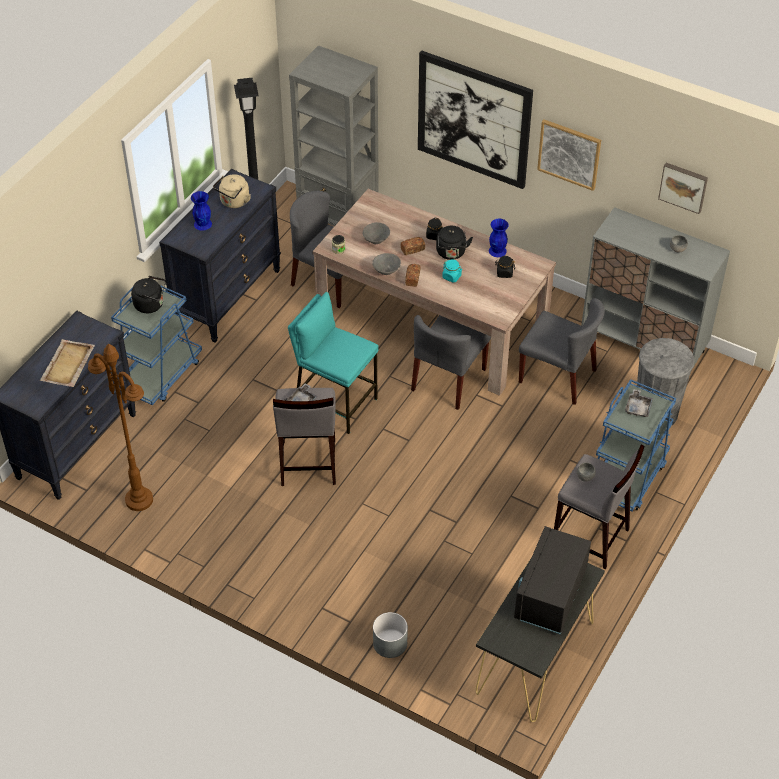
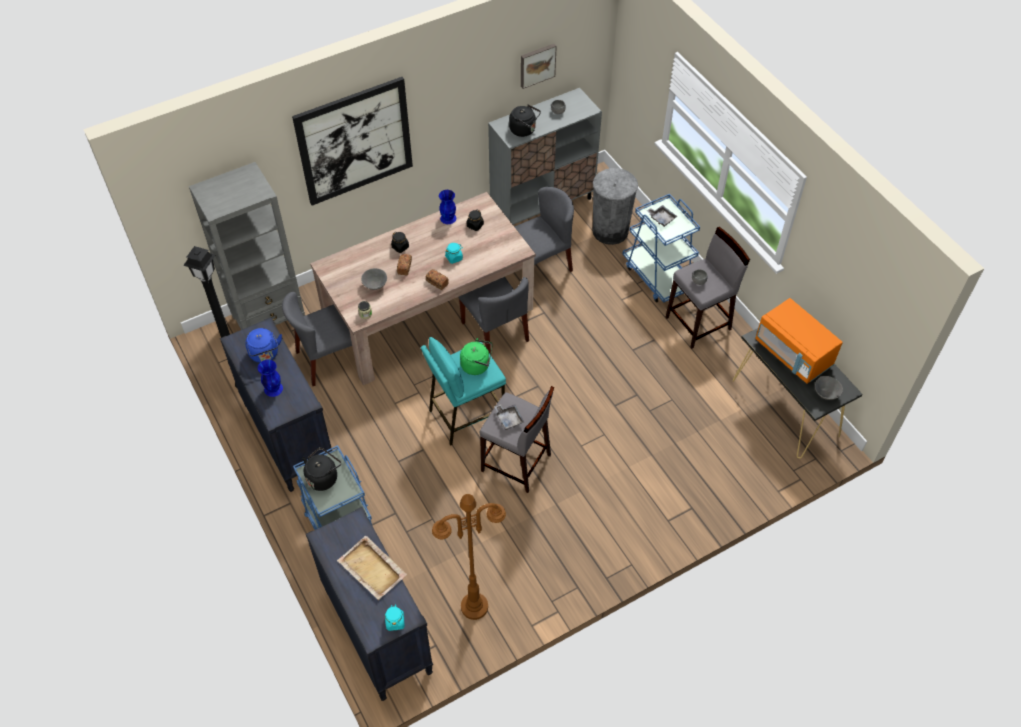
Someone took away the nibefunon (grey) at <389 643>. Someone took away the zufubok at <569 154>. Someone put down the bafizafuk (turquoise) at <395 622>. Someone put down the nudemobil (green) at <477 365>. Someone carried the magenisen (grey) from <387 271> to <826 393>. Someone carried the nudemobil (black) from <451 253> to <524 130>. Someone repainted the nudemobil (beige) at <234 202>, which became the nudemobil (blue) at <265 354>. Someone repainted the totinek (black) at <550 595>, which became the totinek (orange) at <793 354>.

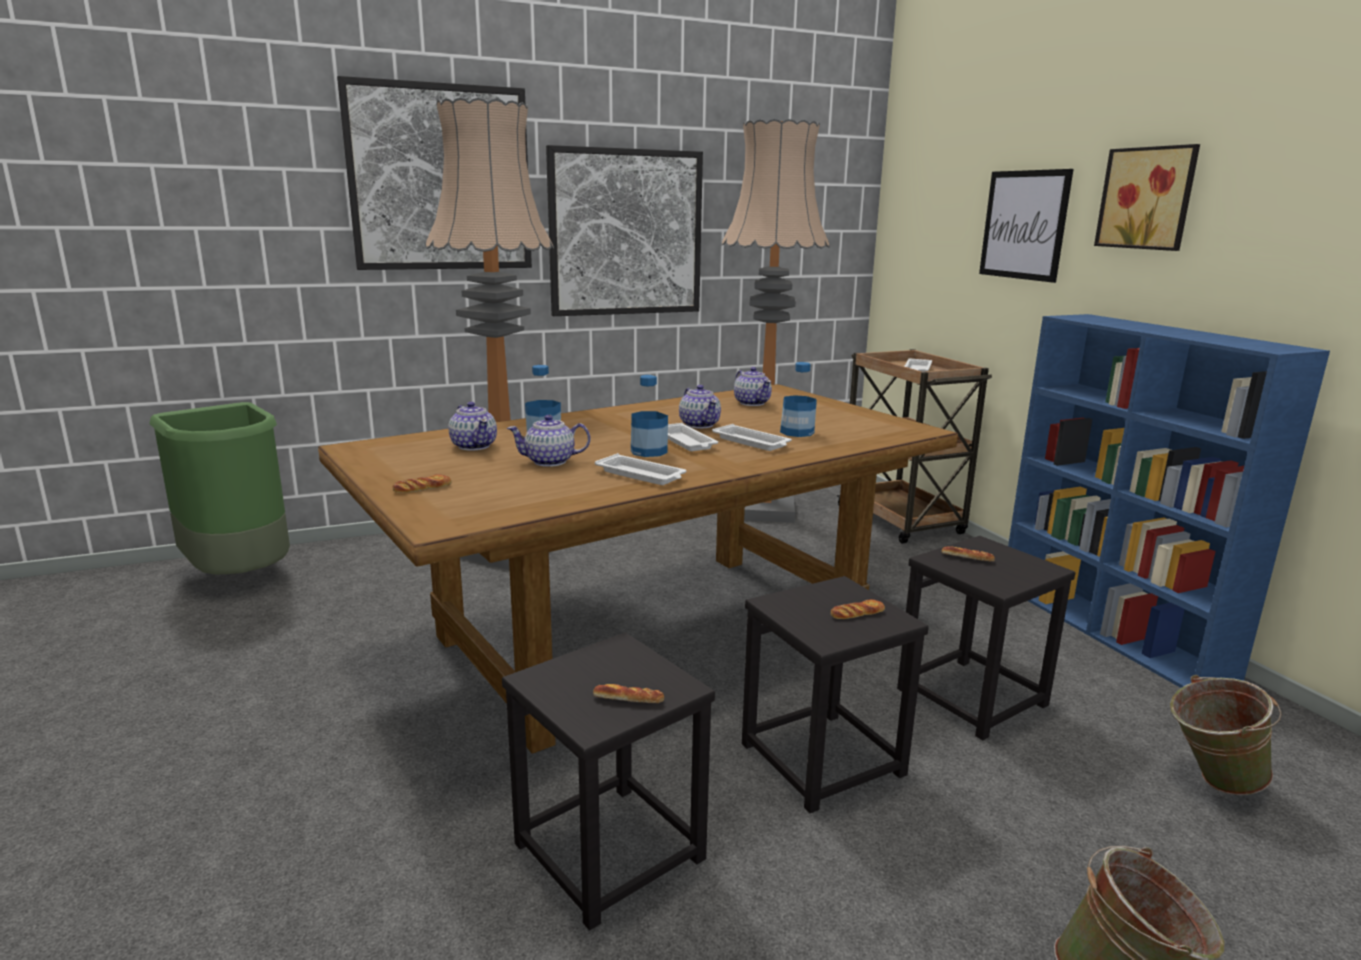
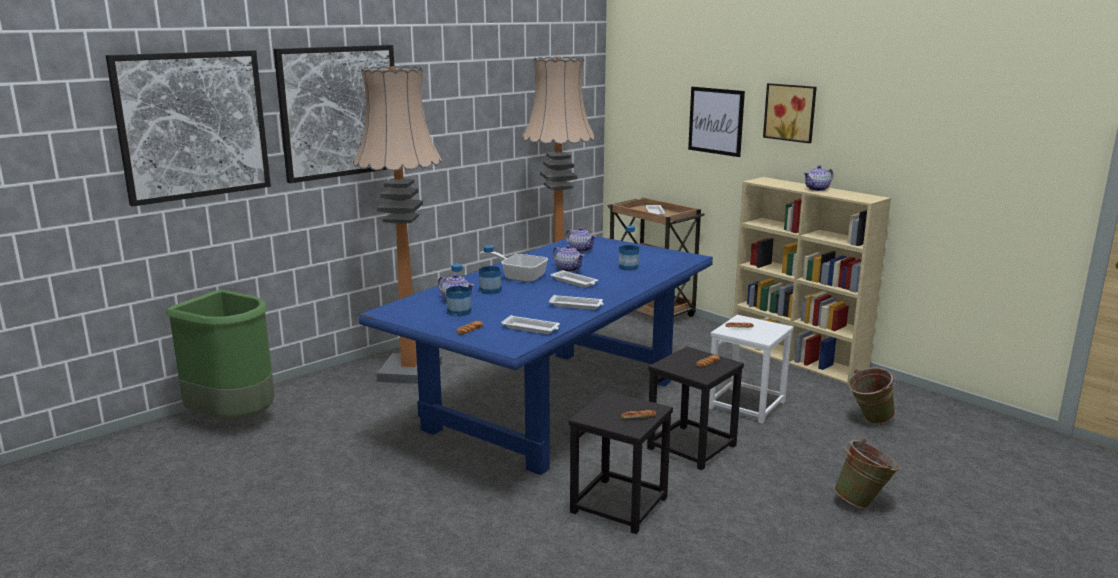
Someone put down the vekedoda at <519 277>. Someone carried the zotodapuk from <550 461> to <817 189>. Someone carried the zufubok from <626 233> to <193 125>. Someone carried the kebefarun from <648 451> to <459 312>. Someone carried the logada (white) from <752 442> to <531 328>. Someone repainted the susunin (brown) at <653 633>, which became the susunin (blue) at <553 404>. Someone repainted the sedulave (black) at <972 698>, which became the sedulave (white) at <747 405>. Someone repainted the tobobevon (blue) at <1112 630>, which became the tobobevon (beige) at <798 359>.

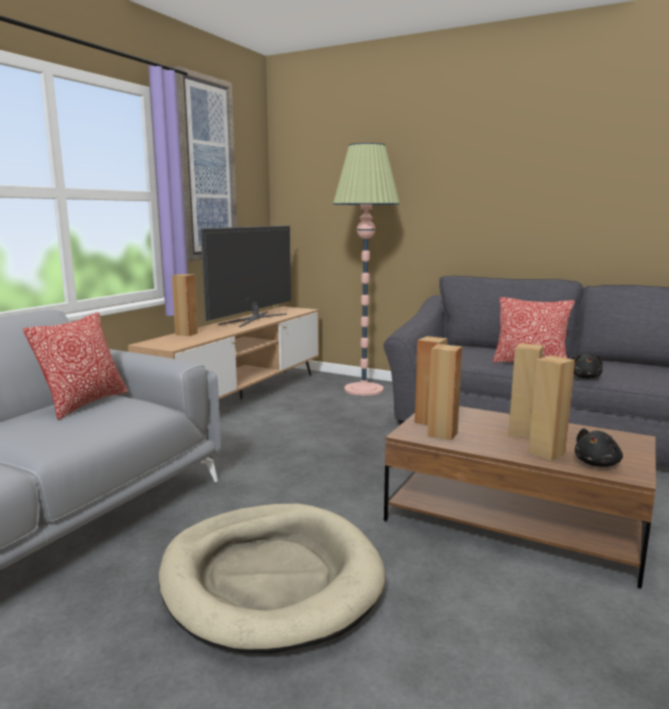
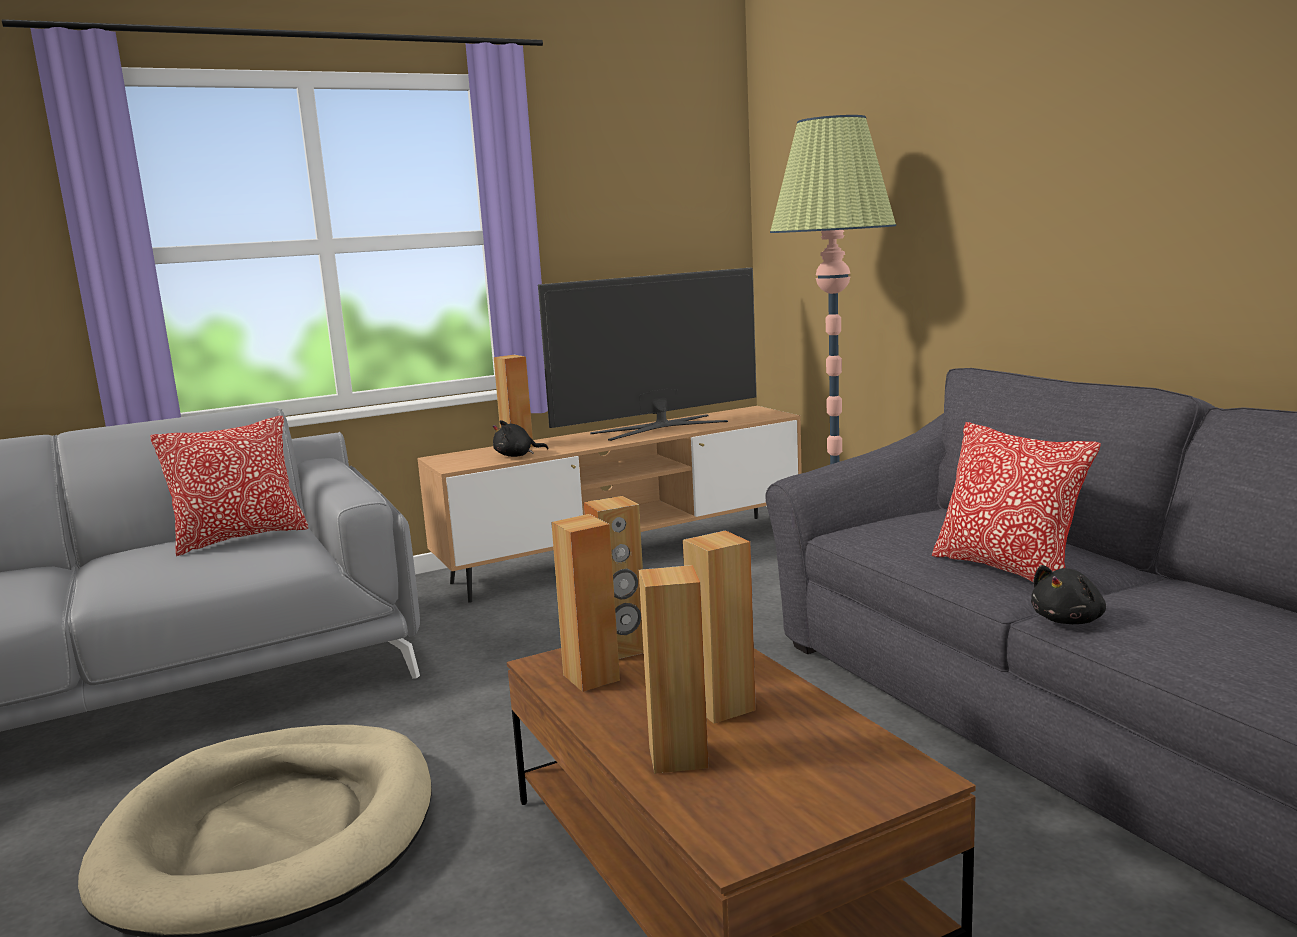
Someone took away the zufubok at <206 170>. Someone carried the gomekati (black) from <597 463> to <516 456>.

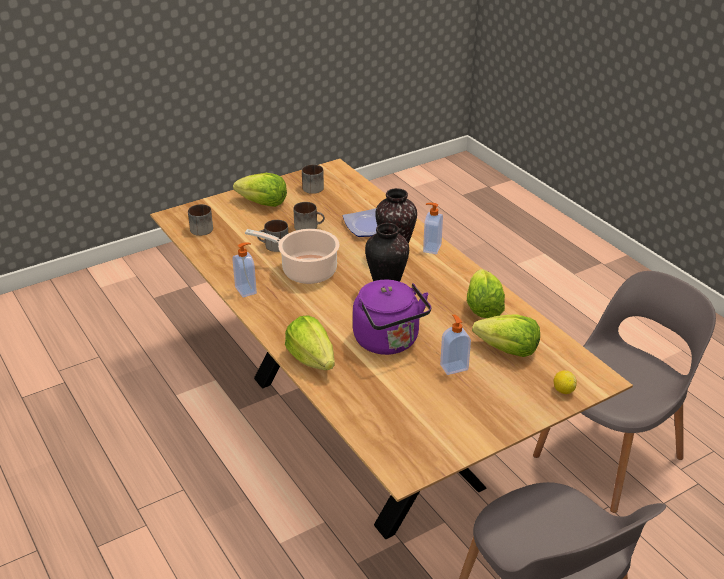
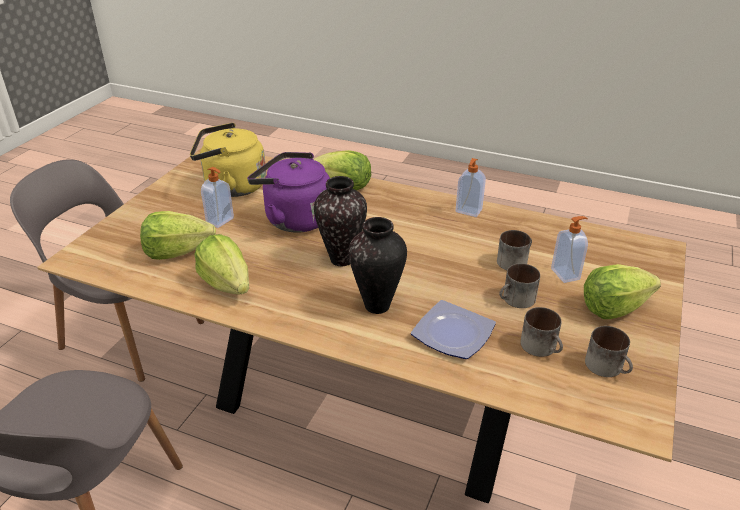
Someone took away the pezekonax at <305 271>. Someone took away the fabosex at <563 390>. Someone put down the nudemobil (yellow) at <231 186>. Someone carried the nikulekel from <201 227> to <542 347>. Someone carried the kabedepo from <431 248> to <566 274>.

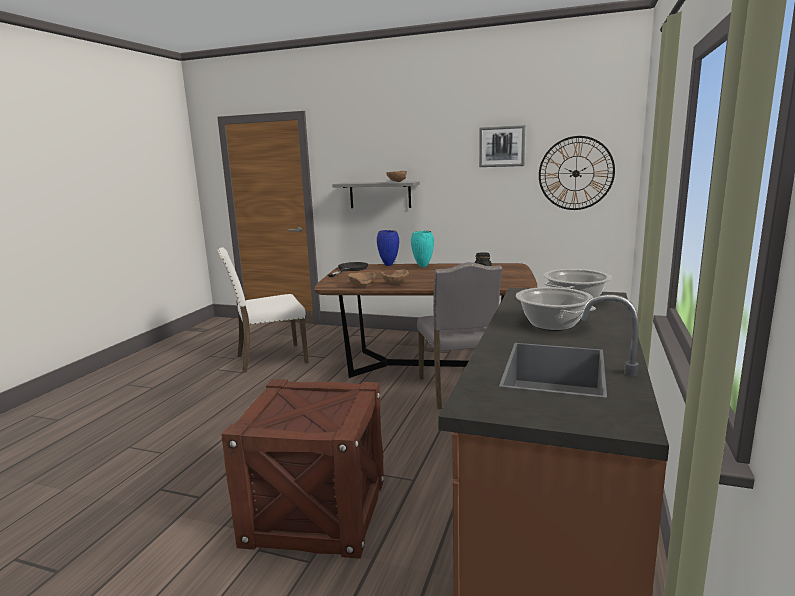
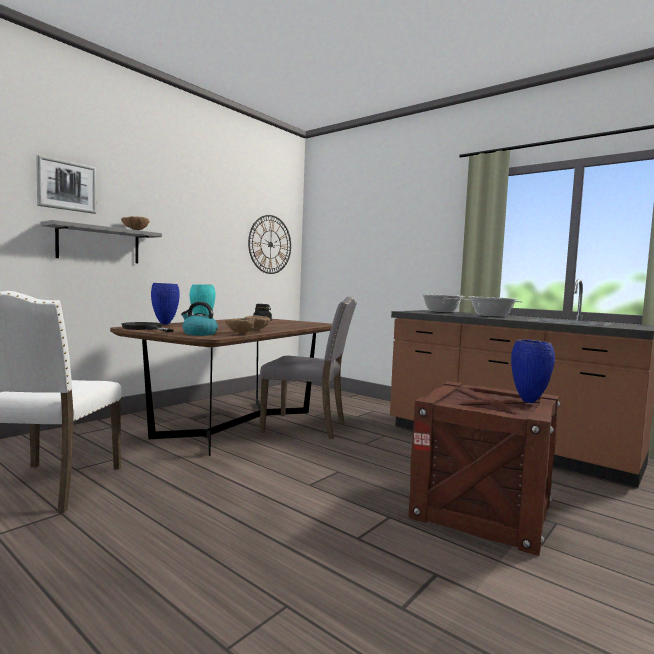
Someone put down the nudemobil at <199 334>. Someone put down the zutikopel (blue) at <530 402>. Someone carried the zufubok from <502 146> to <67 186>.

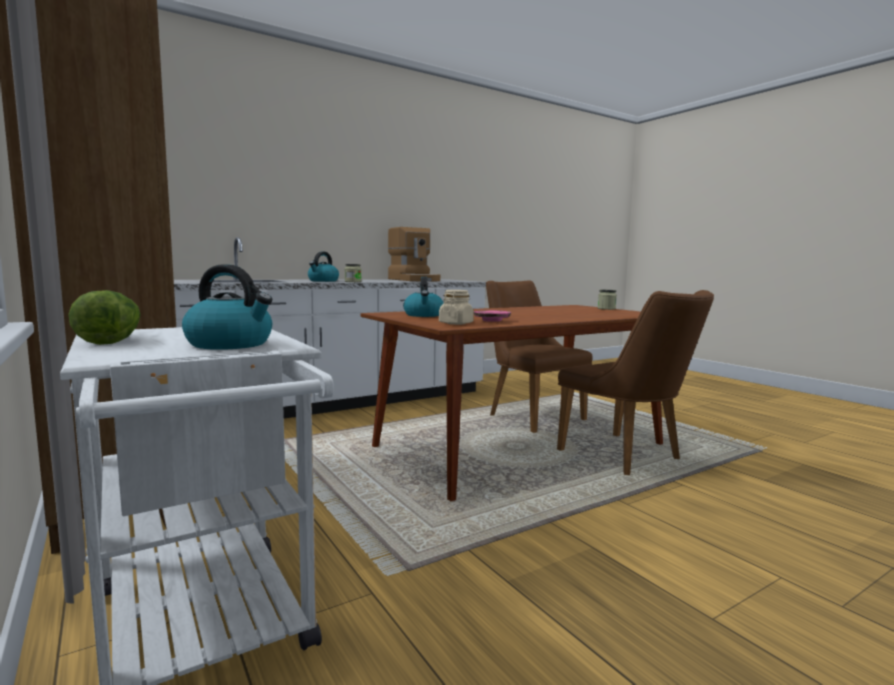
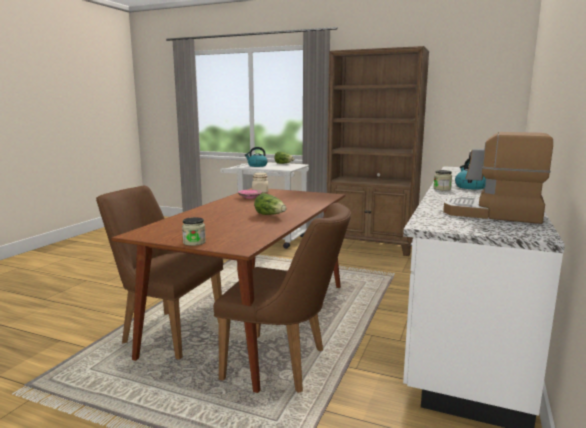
Someone took away the nudemobil at <423 315>. Someone put down the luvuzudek at <270 215>.

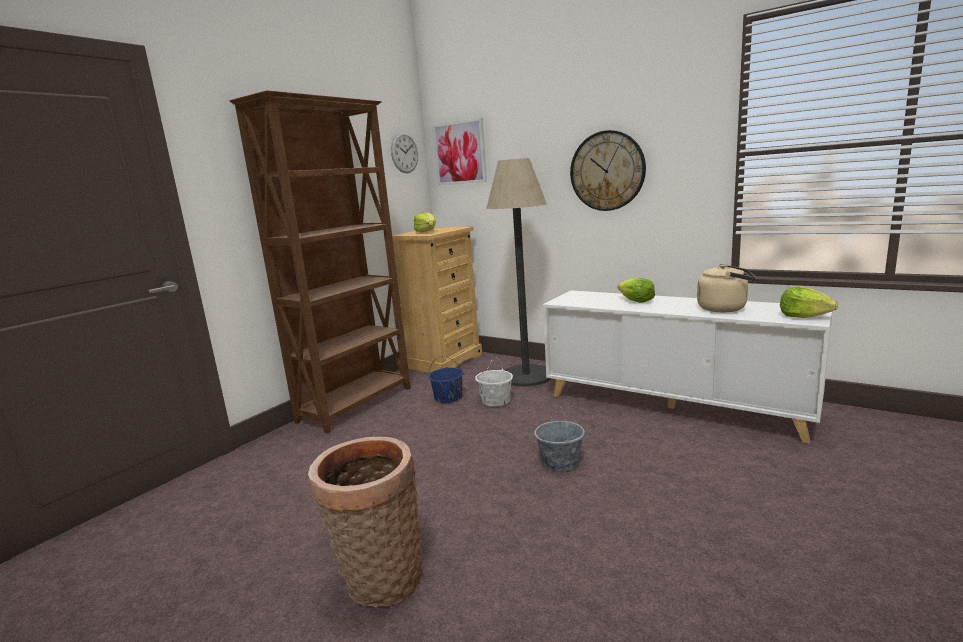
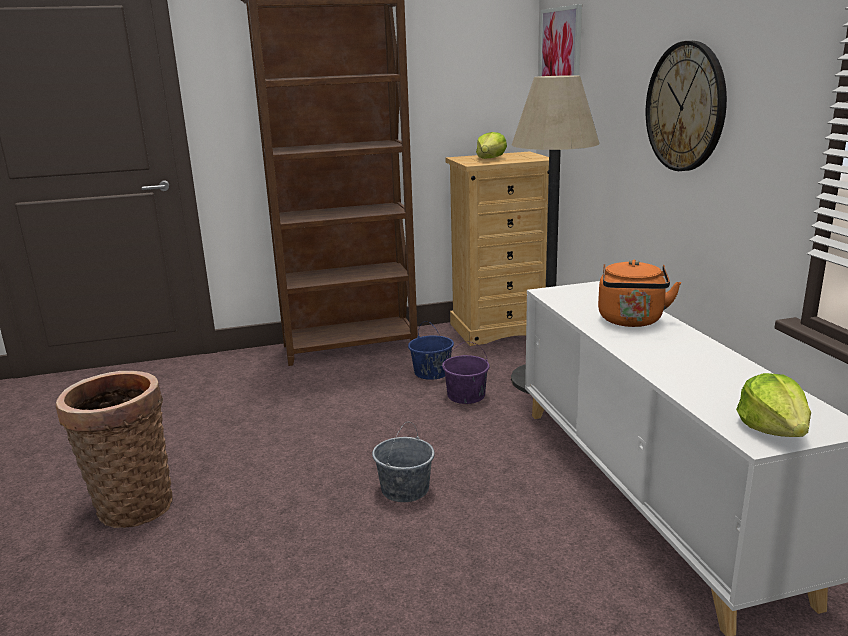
Someone took away the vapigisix at <404 152>. Someone took away the nudemobil (beige) at <725 308>. Someone swapped the luvuzudek at <636 301> for the nudemobil (orange) at <631 321>. Someone repainted the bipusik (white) at <496 400>, which became the bipusik (purple) at <466 395>.

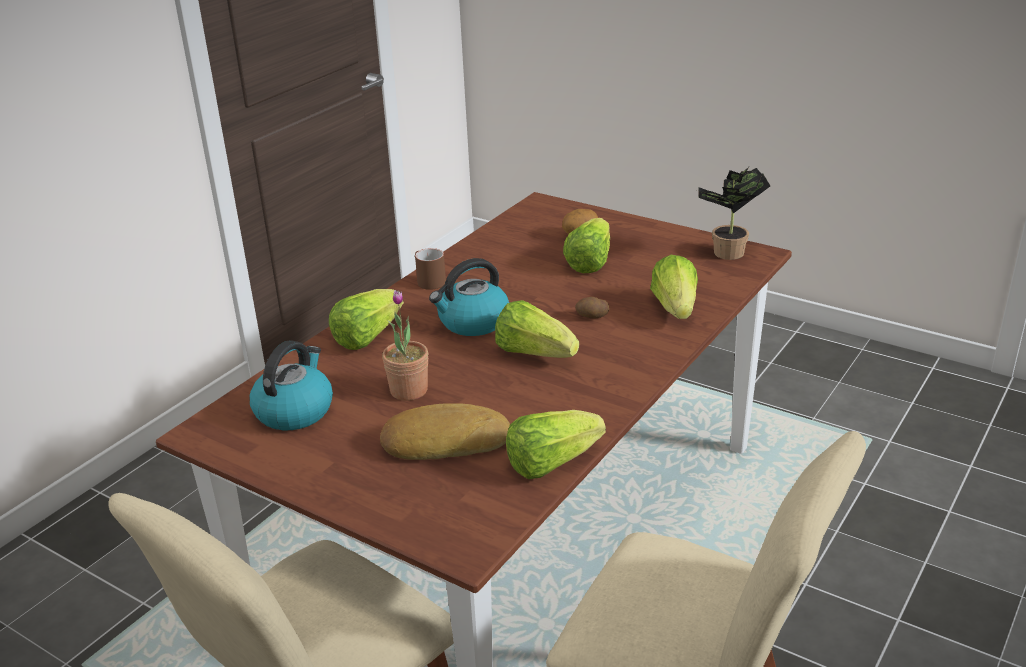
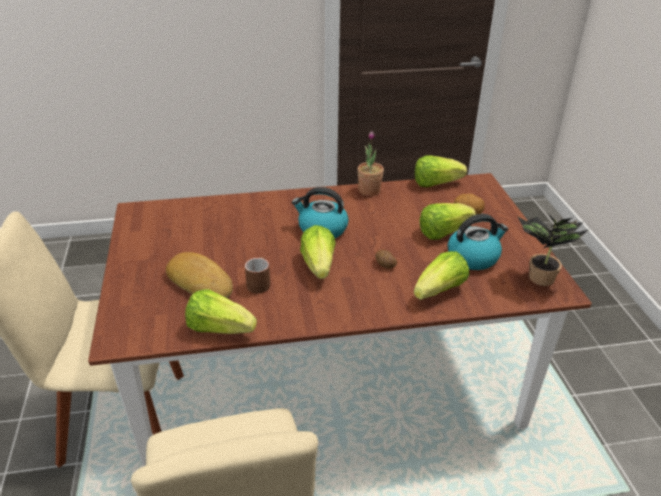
Someone carried the nudemobil from <294 410> to <473 257>. Someone carried the luvuzudek from <367 336> to <435 183>. Someone carried the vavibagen from <409 390> to <369 190>. Someone carried the nikulekel (brown) from <427 281> to <259 282>.

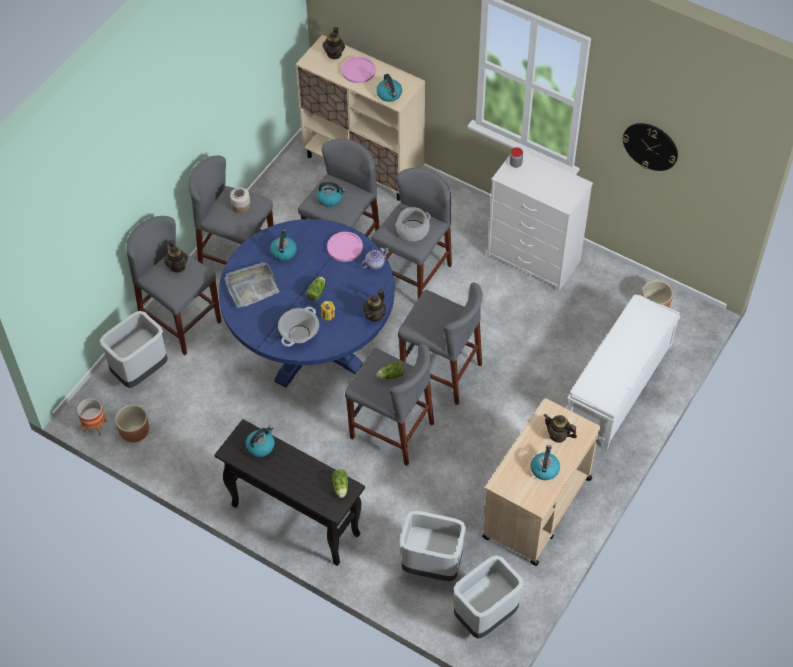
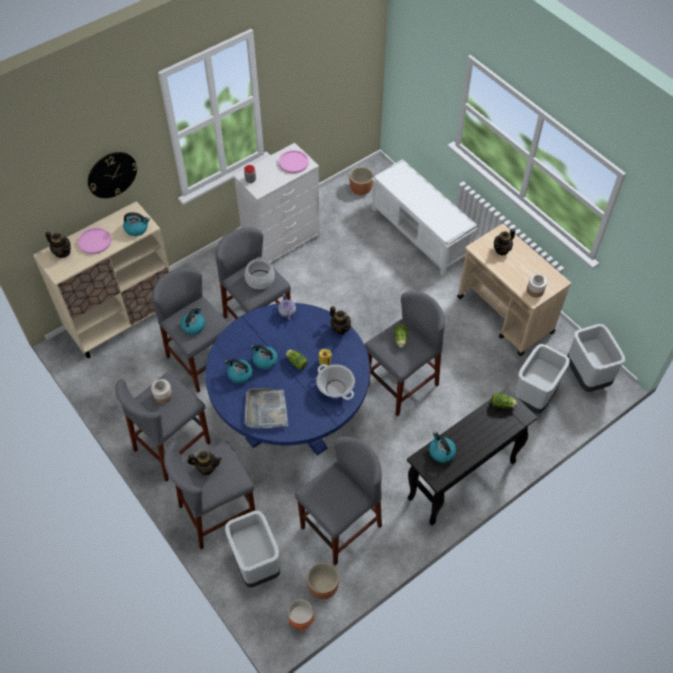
Someone put down the bafizafuk at <535 290>. Someone carried the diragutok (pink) from <345 247> to <293 162>. Someone carried the sedulave (grey) from <441 372> to <341 527>. Someone carried the nudemobil from <544 469> to <264 360>. Someone carried the vapigisix from <650 146> to <112 174>.

